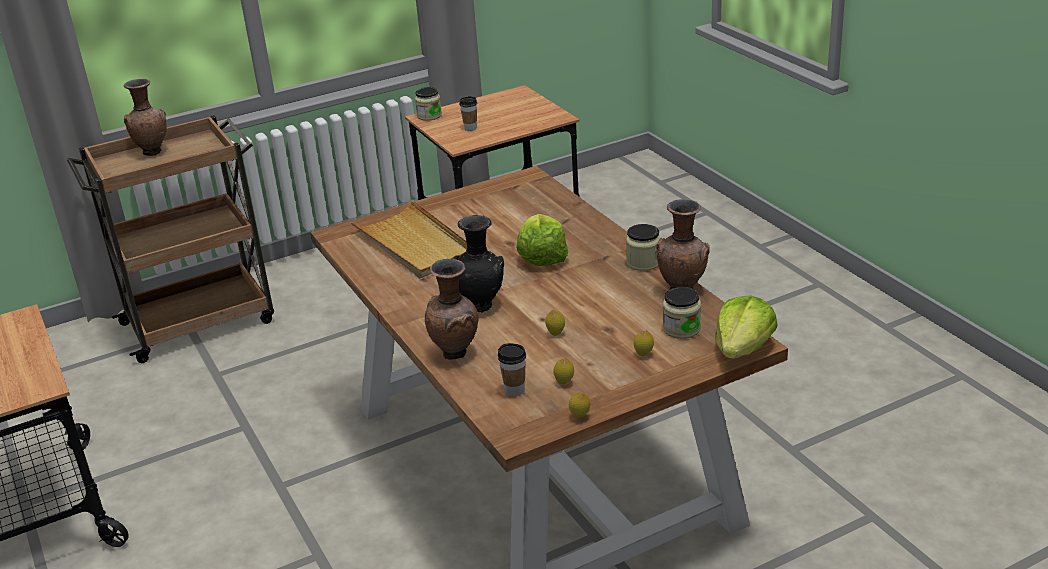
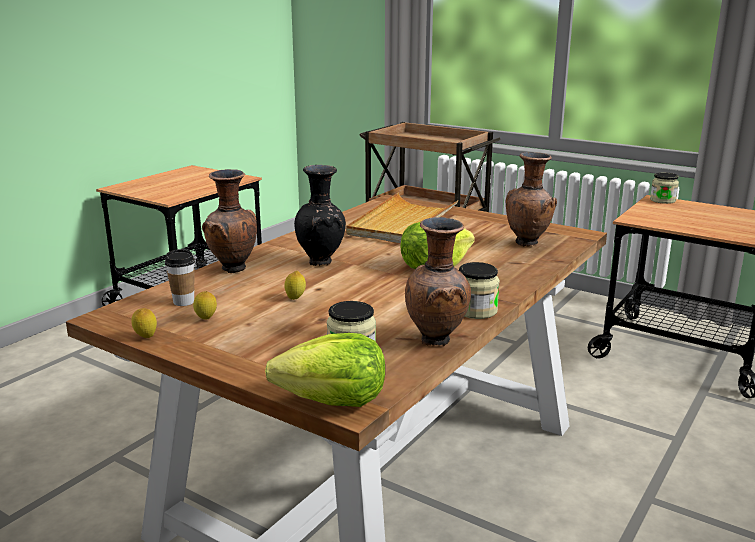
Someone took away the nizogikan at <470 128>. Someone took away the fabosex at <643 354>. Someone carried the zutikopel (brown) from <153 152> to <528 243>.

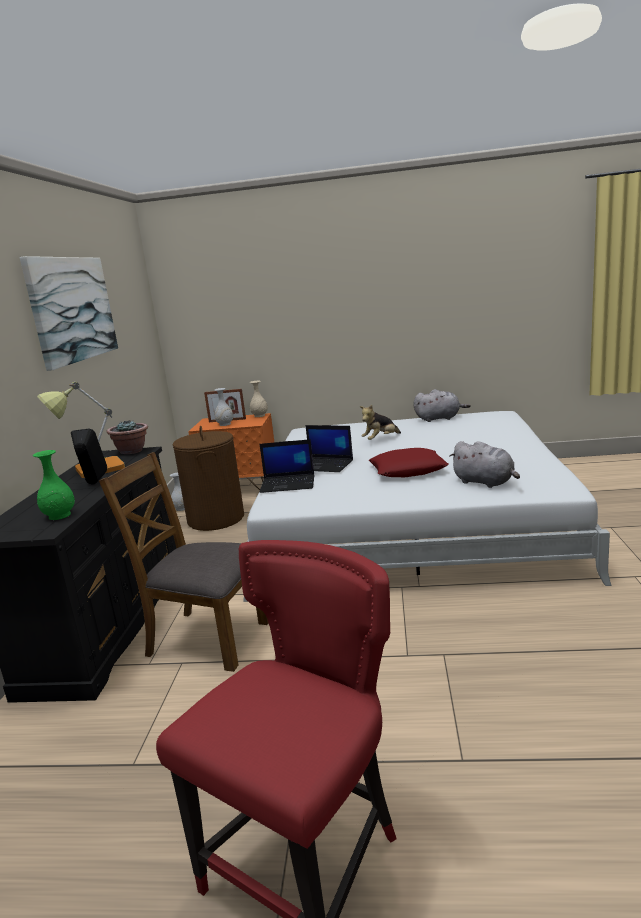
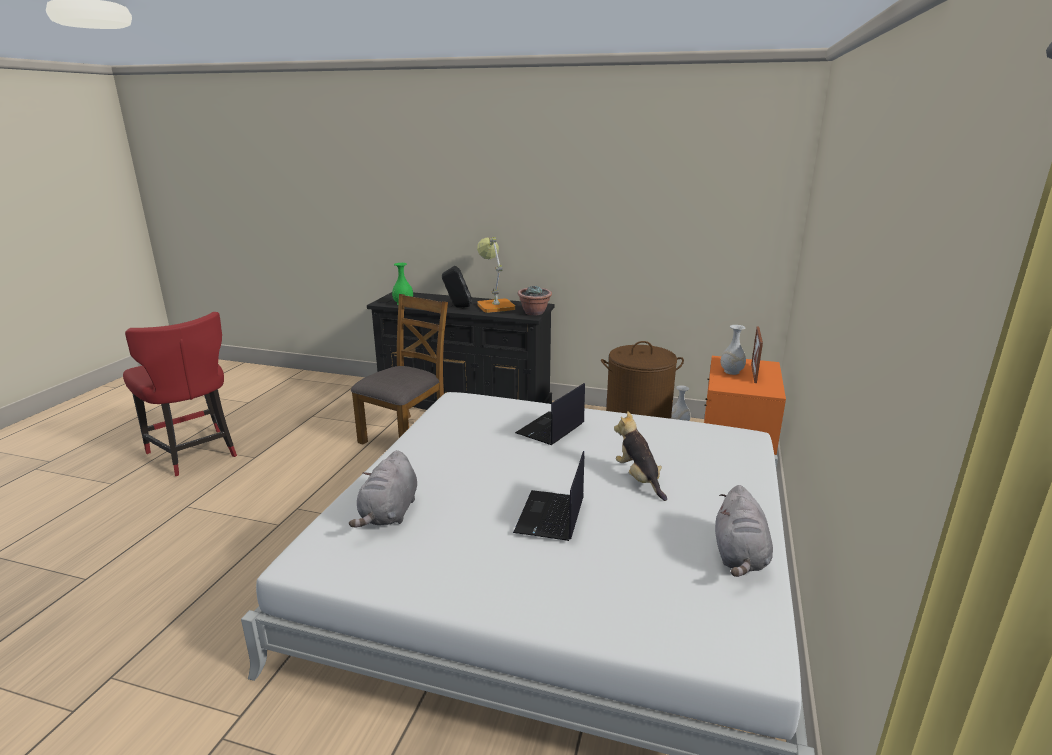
Someone took away the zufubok at <72 309>. Someone took away the zutikopel (beige) at <260 416>. Someone took away the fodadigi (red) at <408 470>. Someone carried the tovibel from <288 484> to <551 516>. Someone rotated the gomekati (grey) at <485 482> by 45 degrees counterclockwise.

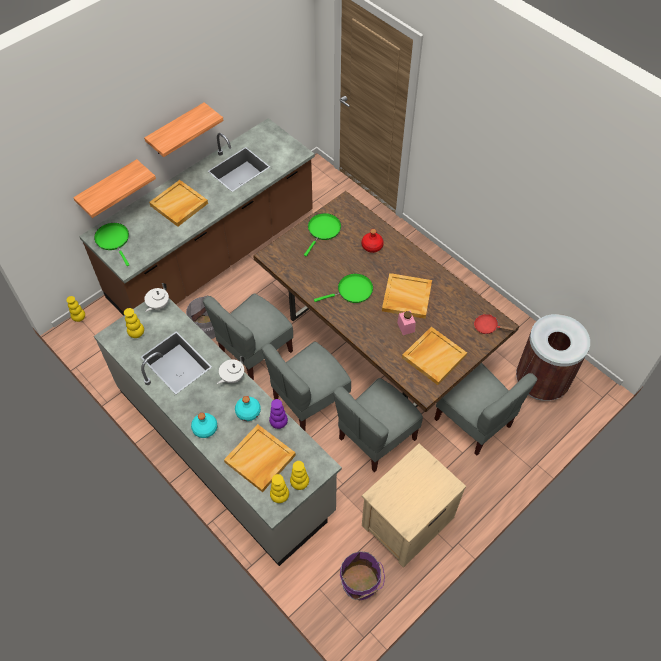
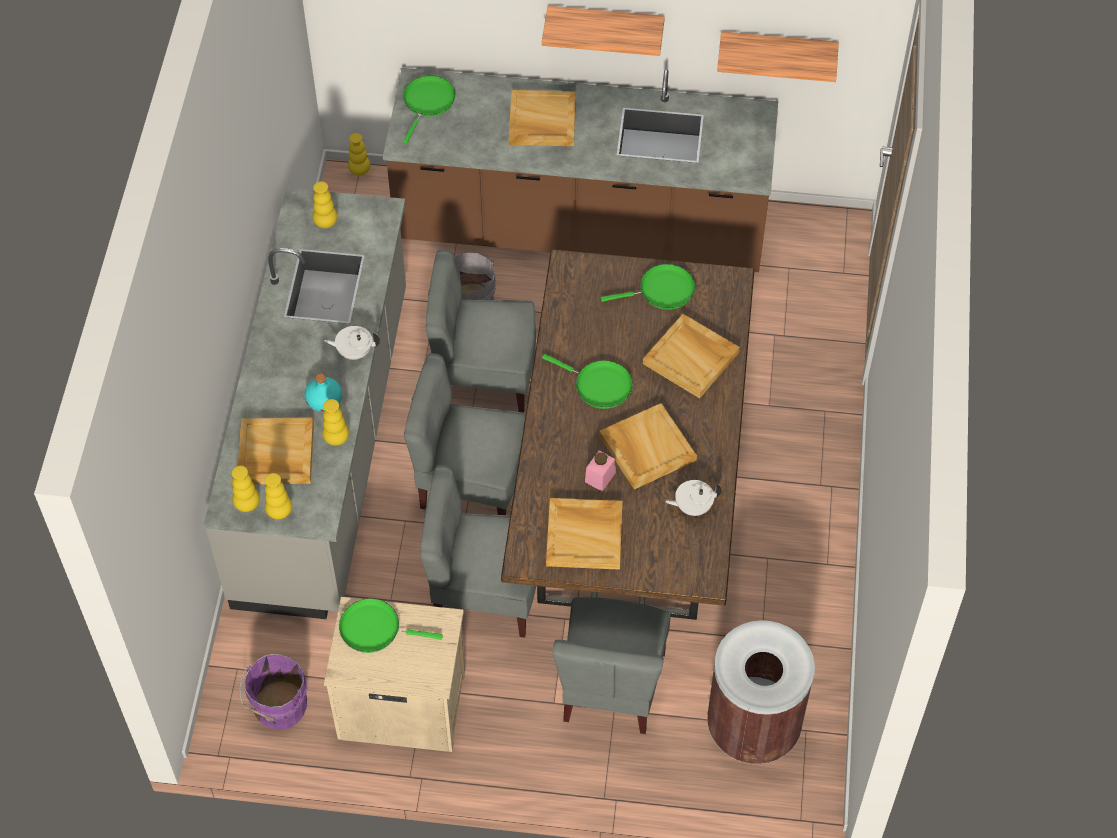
Someone took away the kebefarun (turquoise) at <204 428>. Someone took away the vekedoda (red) at <488 327>. Someone put down the vekedoda (green) at <375 629>. Someone carried the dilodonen from <108 188> to <777 51>. Someone carried the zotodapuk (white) from <158 305> to <692 506>. Someone swapped the kebefarun (red) at <372 246> for the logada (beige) at <692 358>. Someone repainted the zutikopel (purple) at <278 423>, which became the zutikopel (yellow) at <336 438>.

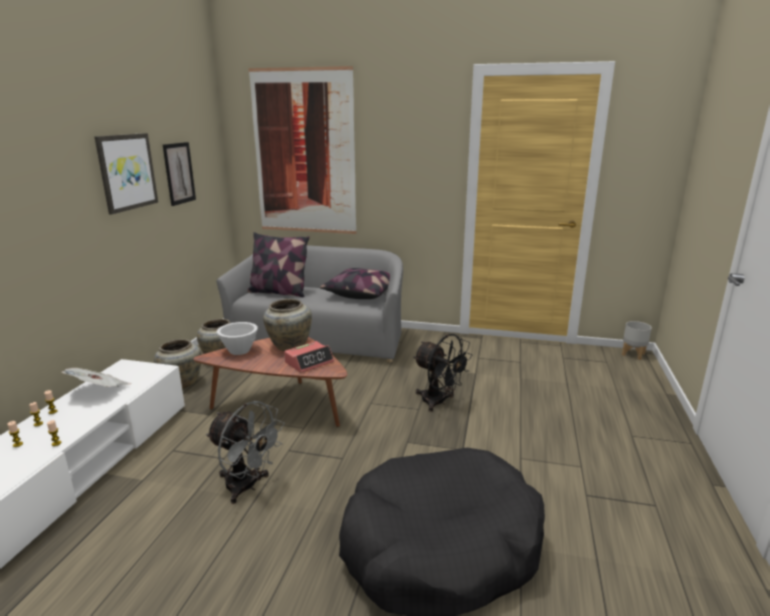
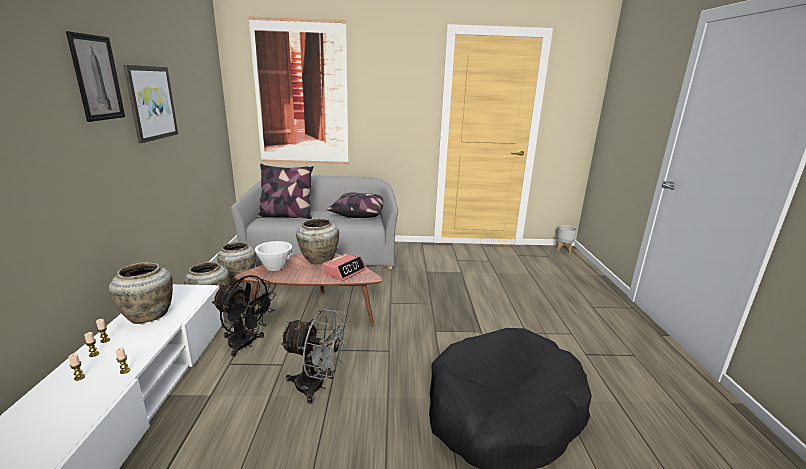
Someone carried the zufubok from <179 173> to <97 78>. Someone carried the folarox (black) from <439 402> to <246 345>. Someone swapped the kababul at <100 390> for the zutikopel (beige) at <149 315>.

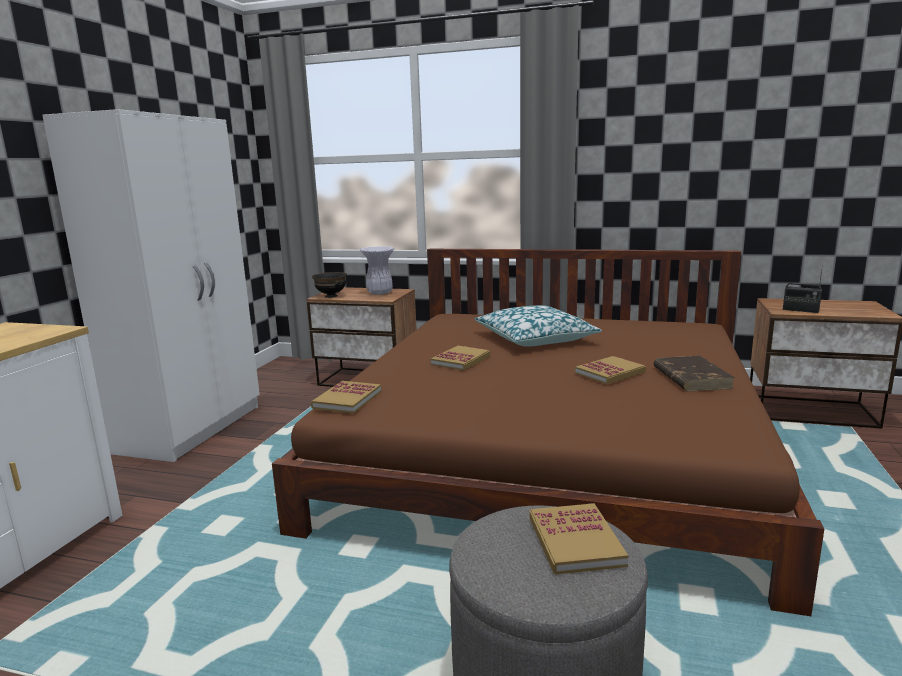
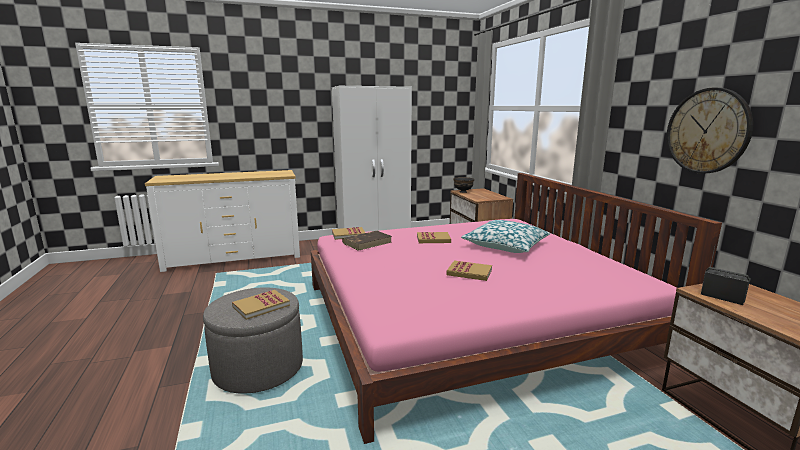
Someone took away the zutikopel (white) at <379 293>. Someone put up the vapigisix at <707 131>. Someone carried the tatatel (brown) from <691 377> to <367 242>. Someone repainted the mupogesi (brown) at <550 449>, which became the mupogesi (pink) at <468 318>. Someone rotated the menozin at <800 310> by 135 degrees clockwise.

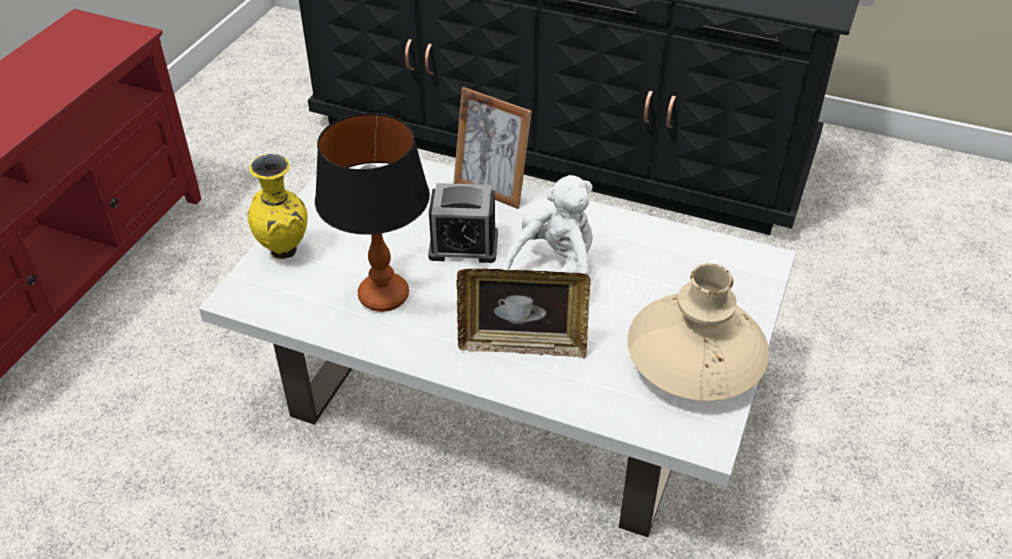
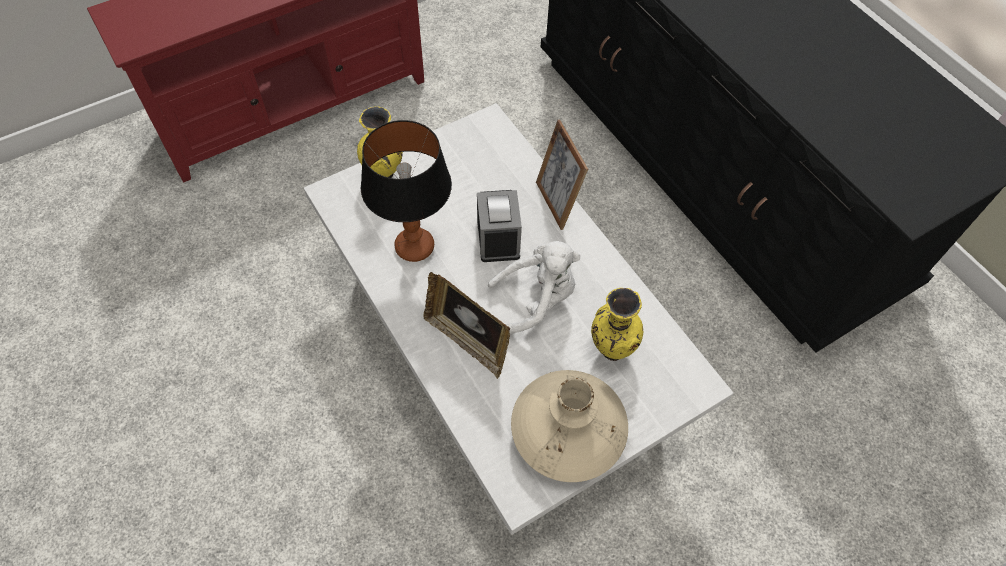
Someone put down the zutikopel (yellow) at <610 349>. Someone rotated the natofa at <463 245> by 135 degrees counterclockwise.

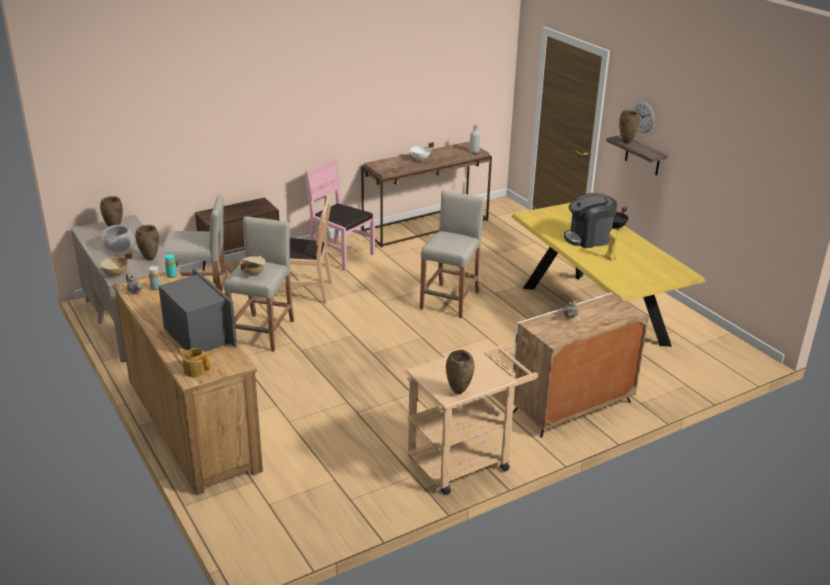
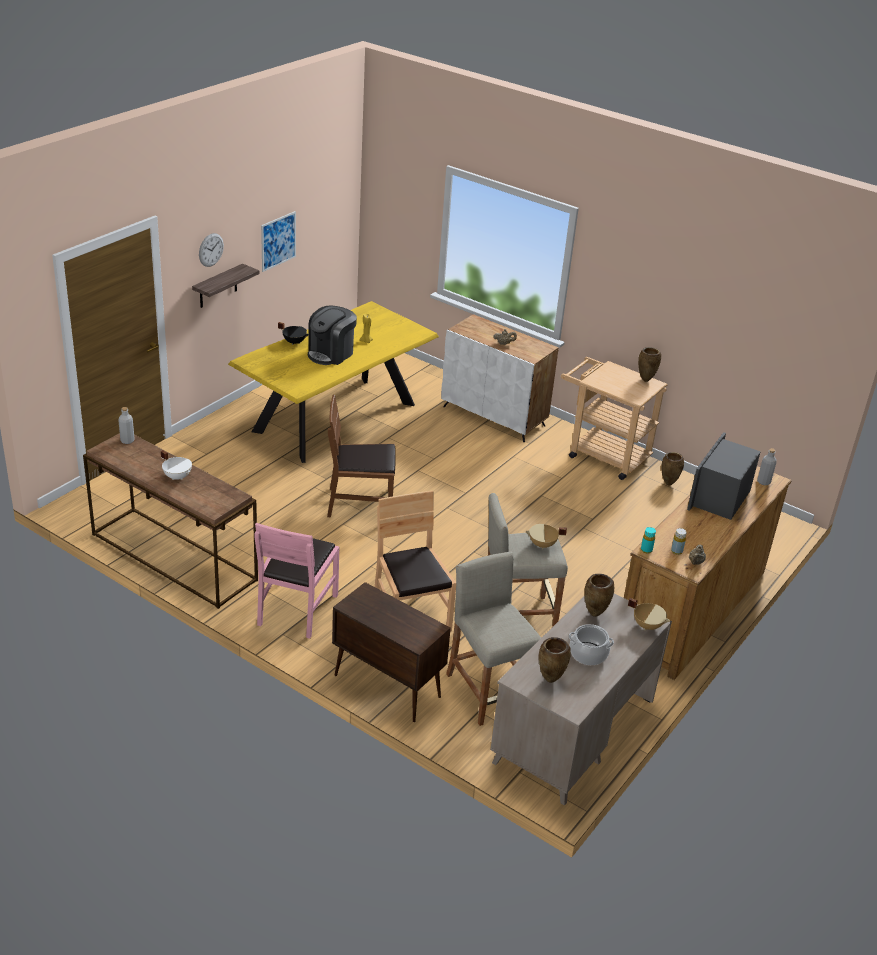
Someone put up the zufubok at <278 241>. Someone carried the zutikopel (brown) from <627 142> to <668 483>. Someone swapped the zotodapuk at <195 370> for the kebefarun (grey) at <763 482>. Someone swapped the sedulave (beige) at <450 300> for the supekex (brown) at <360 503>. Someone rotated the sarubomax at <588 238> by 75 degrees clockwise.

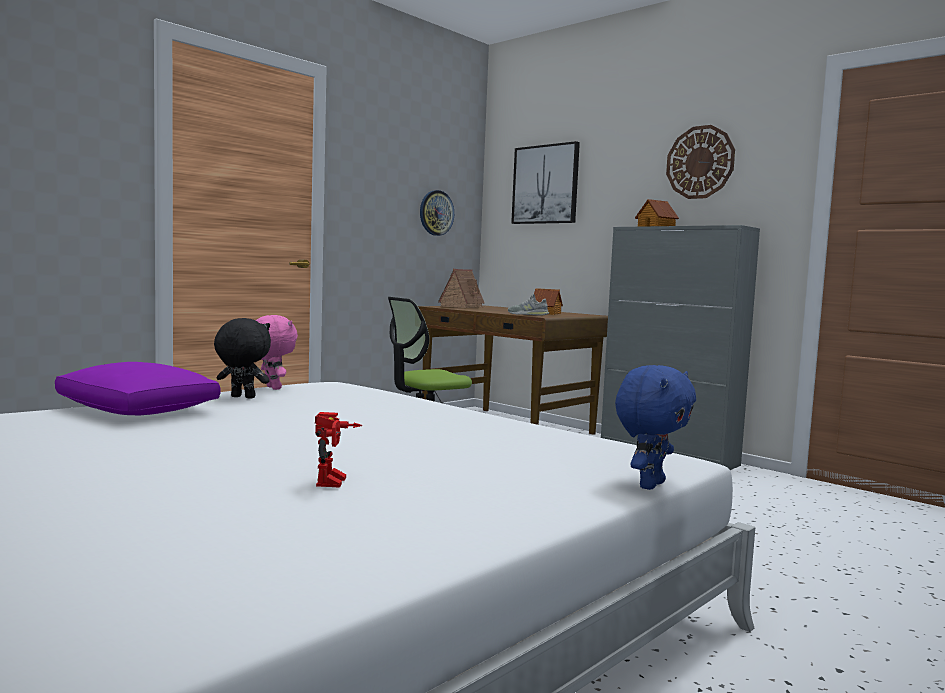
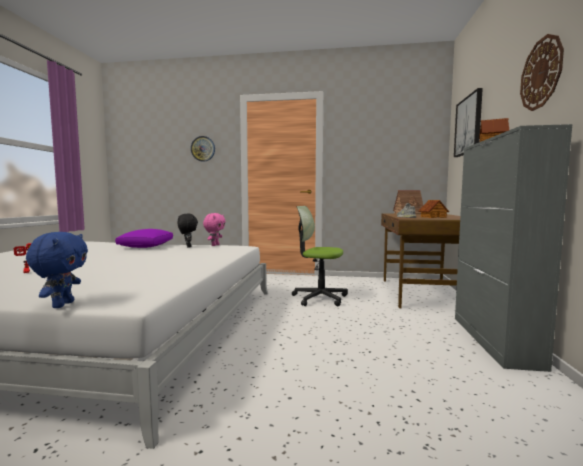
Someone carried the vapigisix from <436 213> to <203 149>. Someone rotated the gomekati (blue) at <649 485> by 90 degrees counterclockwise.

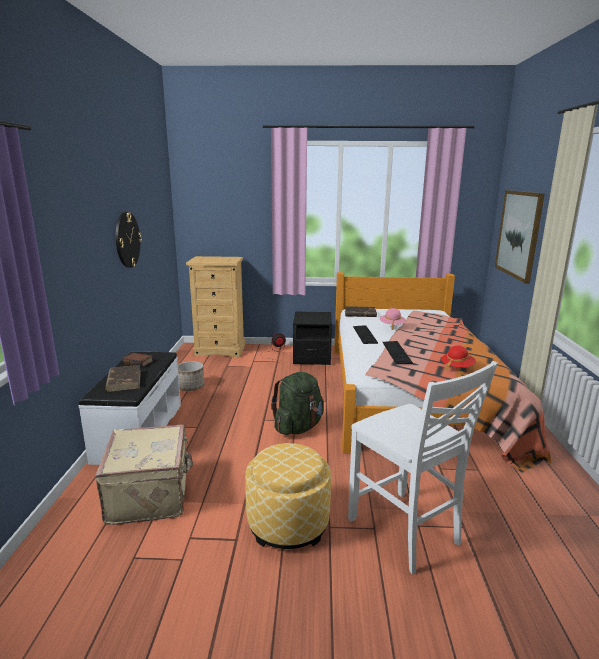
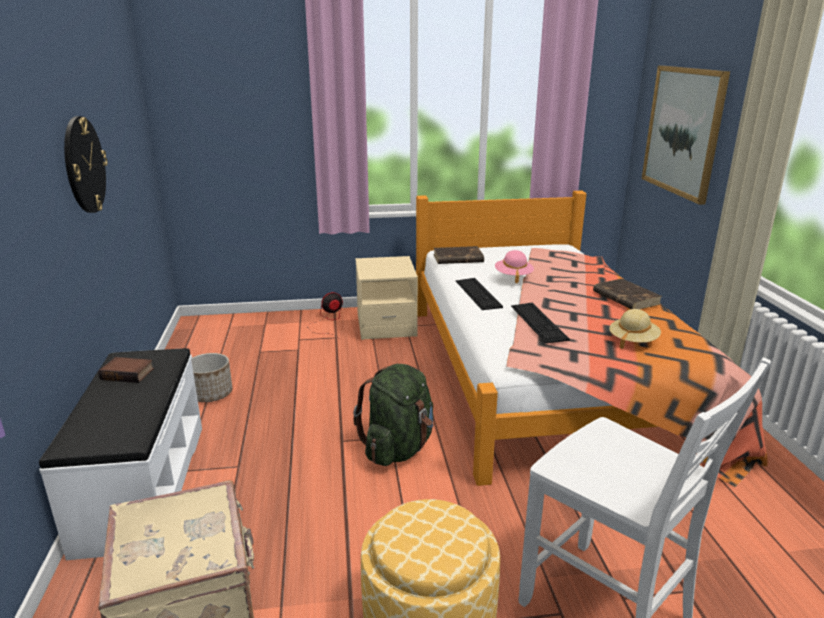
Someone took away the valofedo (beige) at <220 350>. Someone carried the tatatel (brown) from <124 380> to <625 298>. Someone repainted the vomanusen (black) at <312 357>, which became the vomanusen (beige) at <386 326>. Someone repainted the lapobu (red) at <457 367>, which became the lapobu (beige) at <633 341>.

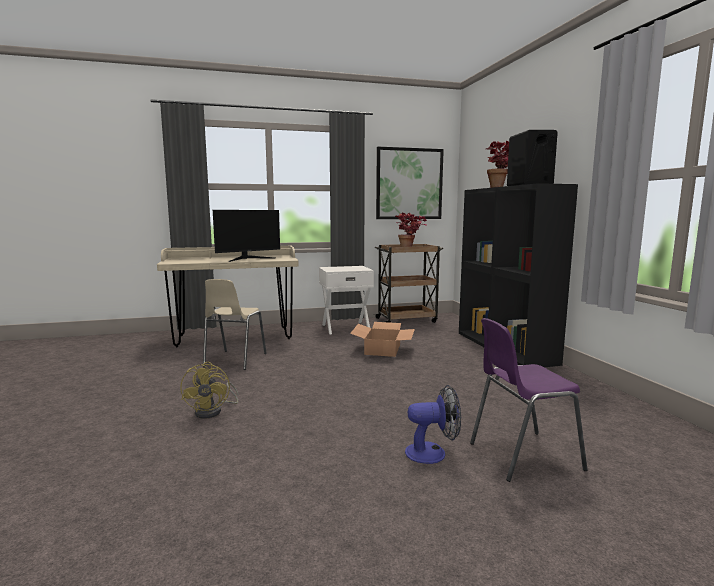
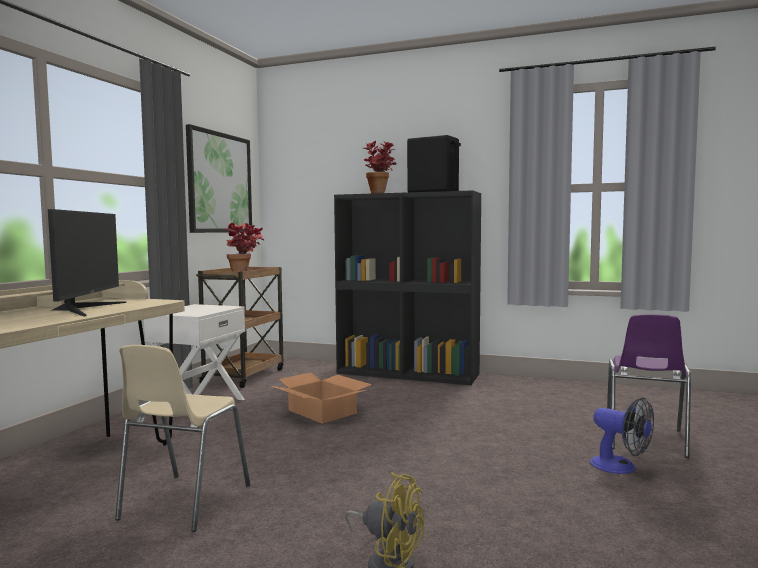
Someone rotated the supekex (beige) at <234 360> by 60 degrees clockwise. Someone rotated the folarox at <433 453> by 105 degrees clockwise.

